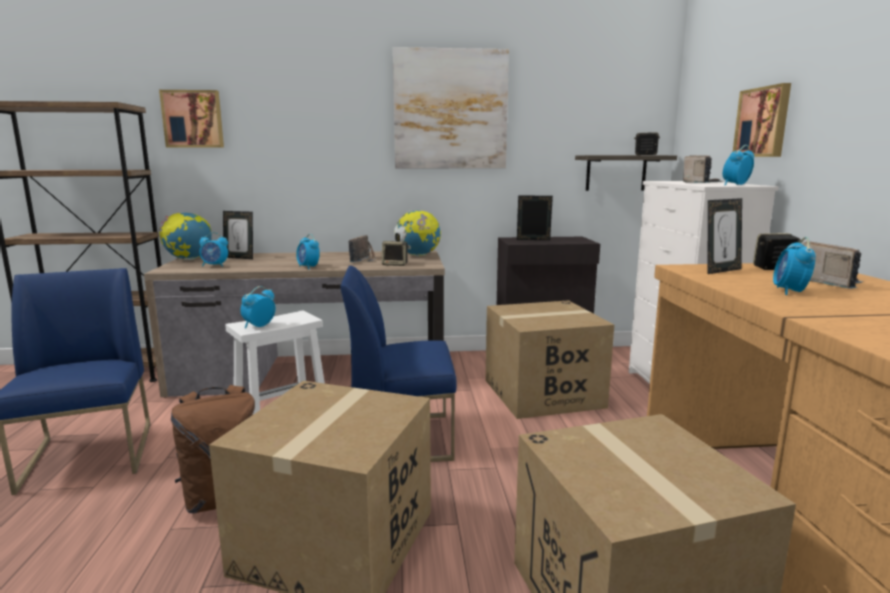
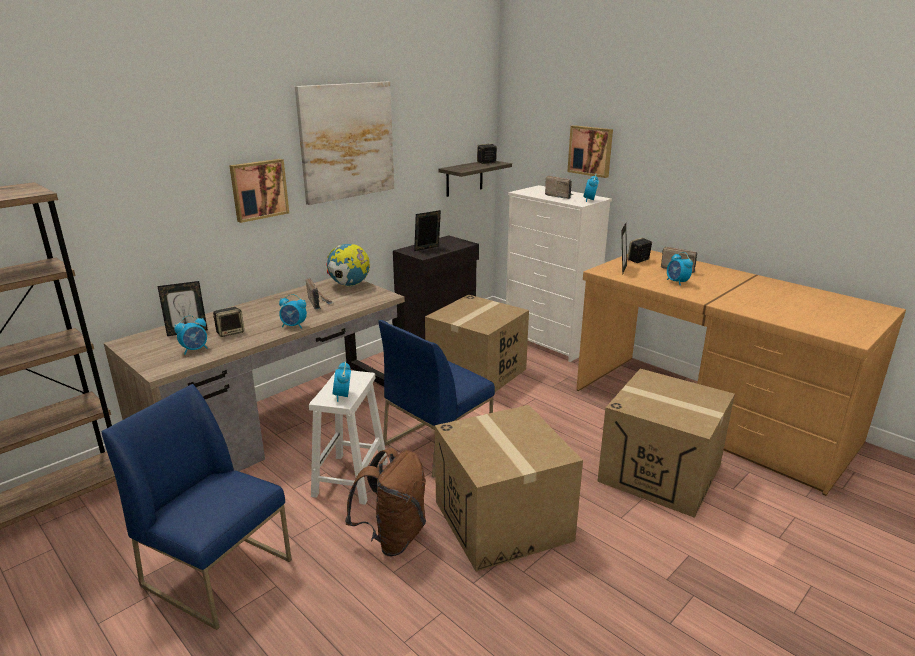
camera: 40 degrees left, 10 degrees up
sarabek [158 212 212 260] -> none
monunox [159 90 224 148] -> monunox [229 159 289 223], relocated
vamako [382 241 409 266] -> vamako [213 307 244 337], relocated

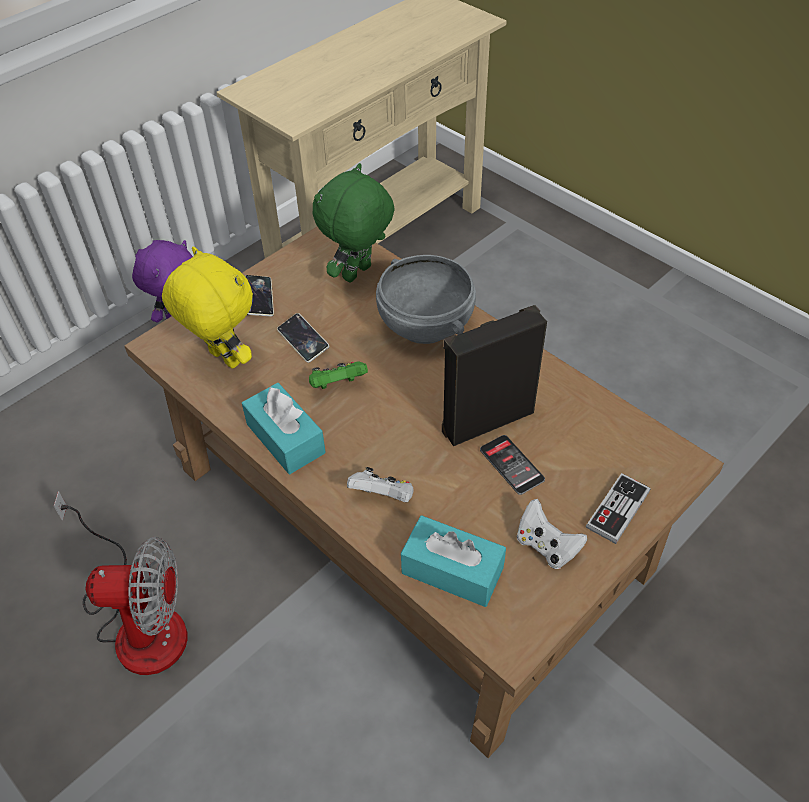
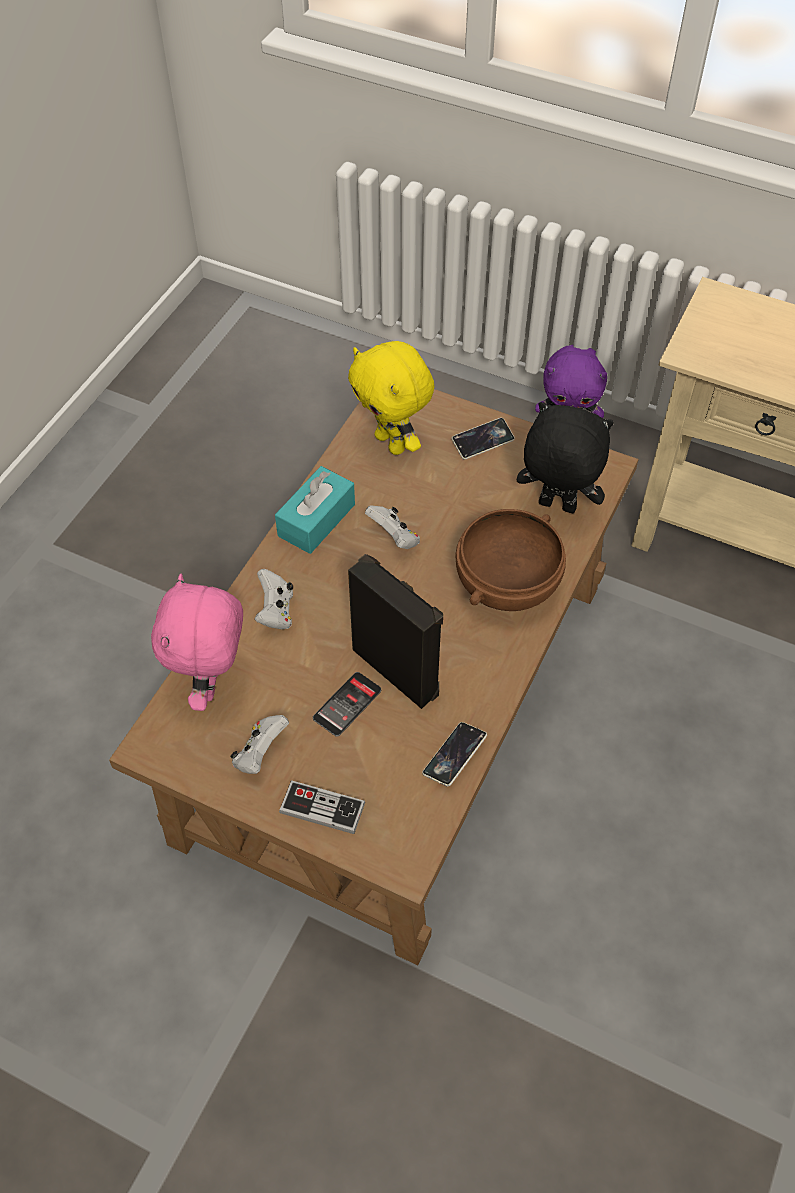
camera: 70 degrees right, 5 degrees up
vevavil [54 491 188 675] -> none
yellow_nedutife [162 246 253 369] -> yellow_nedutife [348 341 435 455], 120 degrees clockwise
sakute [277 313 329 363] -> sakute [422 722 487 787], relocated
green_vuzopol [309 361 368 389] -> white_vuzopol [365 505 420 549]
green_nedutife [312 163 395 283] -> black_nedutife [517 402 614 513]
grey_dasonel [376 255 476 344] -> brown_dasonel [455 509 566 611]
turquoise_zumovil [401 515 506 607] -> pink_nedutife [151 574 243 711]

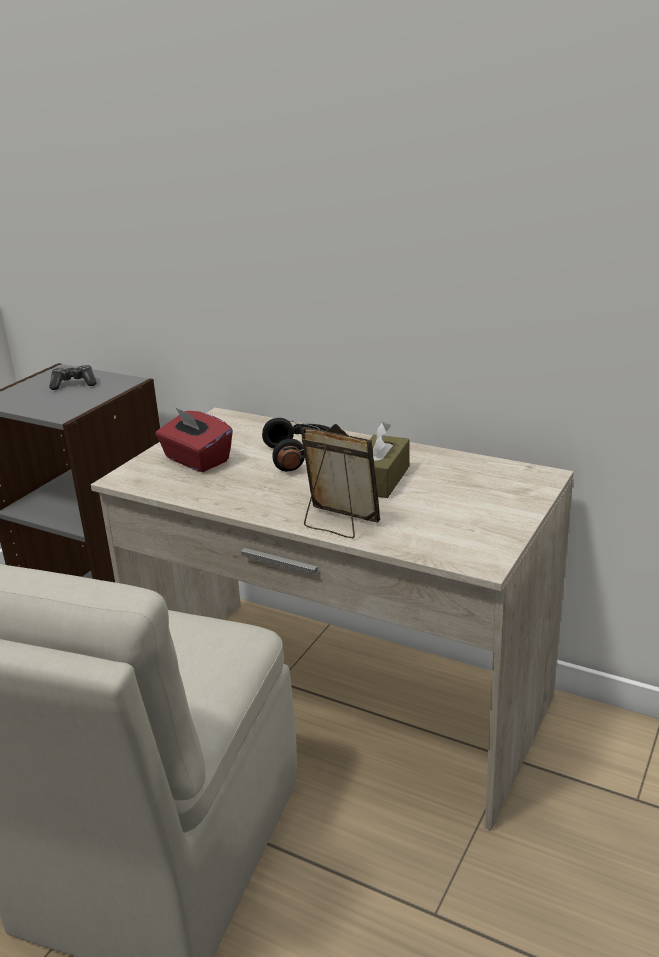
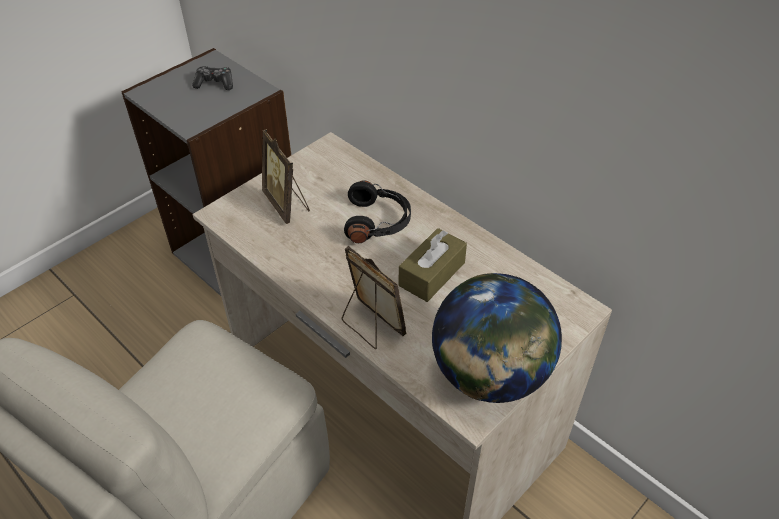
camera: 15 degrees right, 20 degrees up
red_zumovil [155 407 233 472] -> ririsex [262 129 310 224]
none -> sarabek [432 273 562 403]

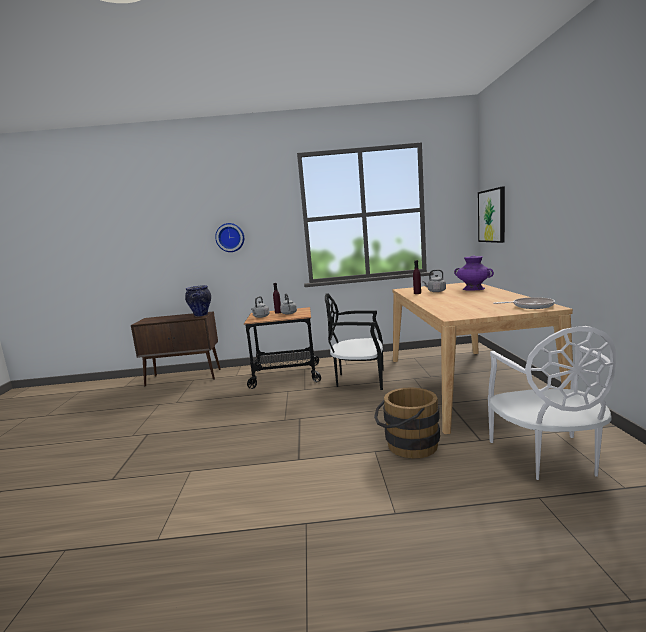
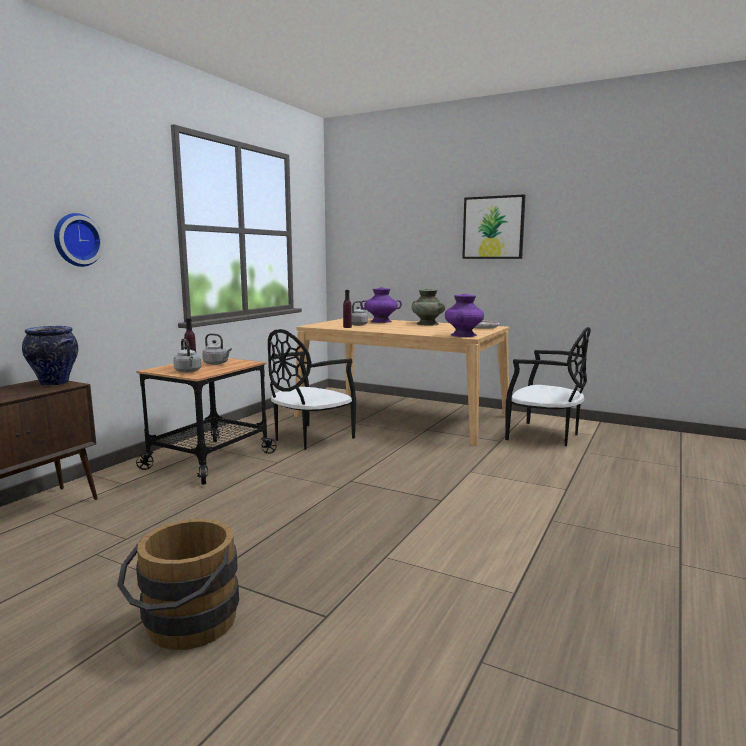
camera: 60 degrees left, 0 degrees up
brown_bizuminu [374 387 440 459] -> brown_bizuminu [117 519 239 650], relocated
monunox [478 186 505 243] -> monunox [462 194 526 259], relocated
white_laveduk [488 326 616 480] -> black_laveduk [505 327 591 446]
none -> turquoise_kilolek [412 288 445 326]
none -> purple_kilolek [445 294 484 337]

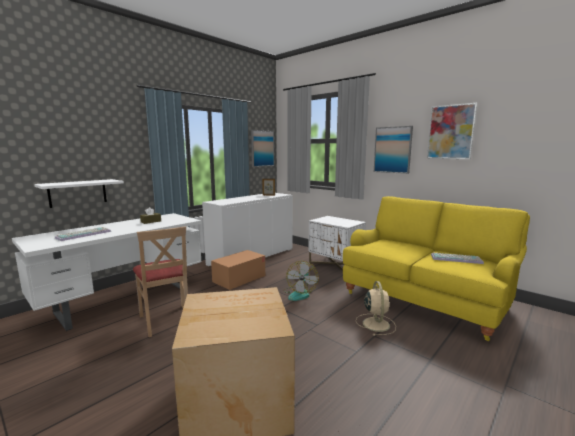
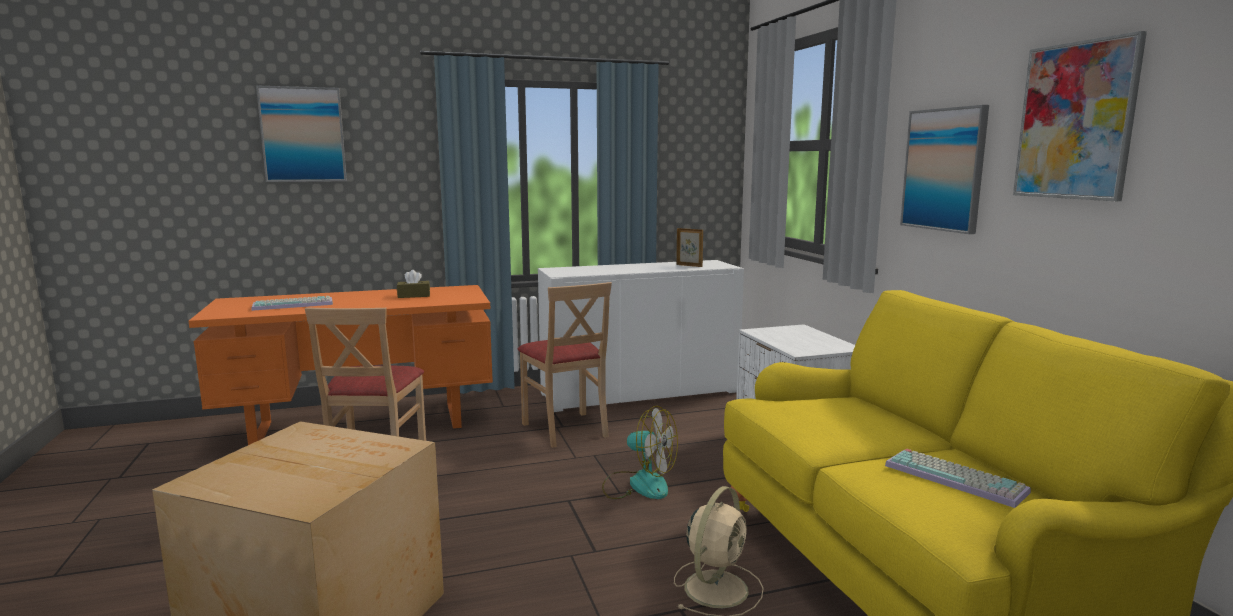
camera: 30 degrees right, 0 degrees up
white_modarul [12 213 202 331] -> orange_modarul [189 285 493 445]
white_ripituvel [34 179 124 208] -> none
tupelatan [211 250 265 290] -> beige_laveduk [517 282 612 448]
monunox [251 130 274 167] -> monunox [256 85 347 182], relocated
vevavil [283 261 319 301] -> vevavil [602 406 678 499], 105 degrees counterclockwise

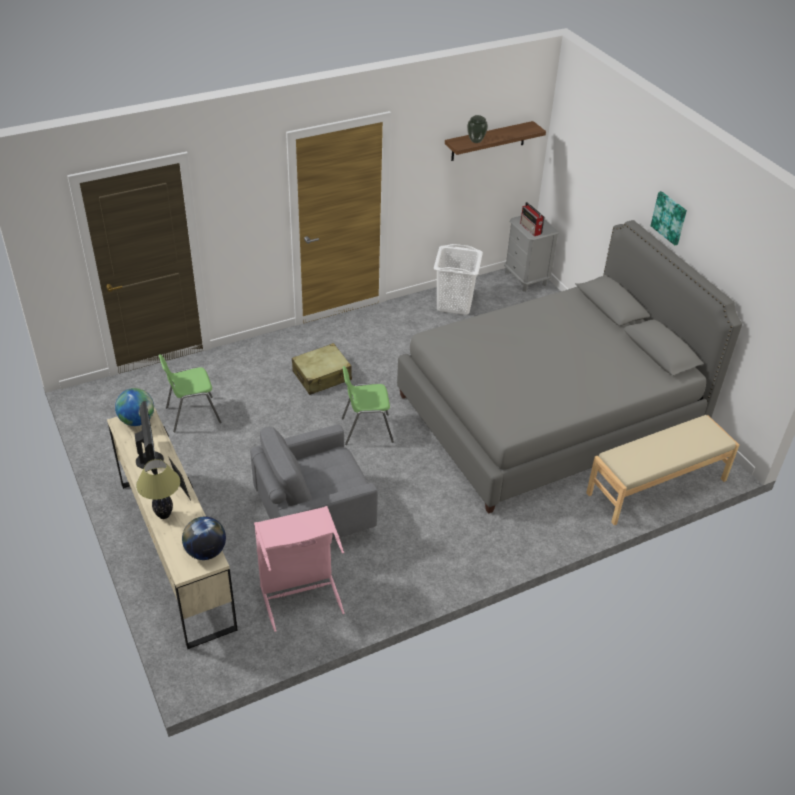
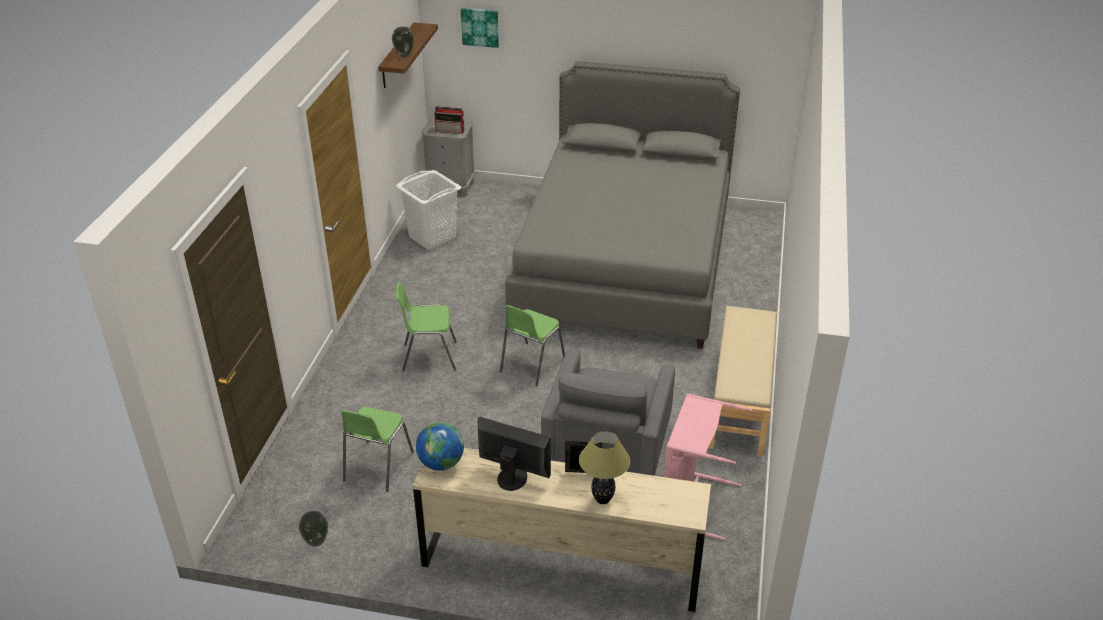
camera: 50 degrees left, 5 degrees down
sarabek [182 516 226 560] -> none
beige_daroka [292 343 352 395] -> green_laveduk [396 282 457 372]
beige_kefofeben [586 415 739 525] -> beige_kefofeben [708 306 777 456], relocated
monunox [651 191 687 245] -> monunox [461 8 499 48], relocated
none -> kilolek [299 511 328 547]

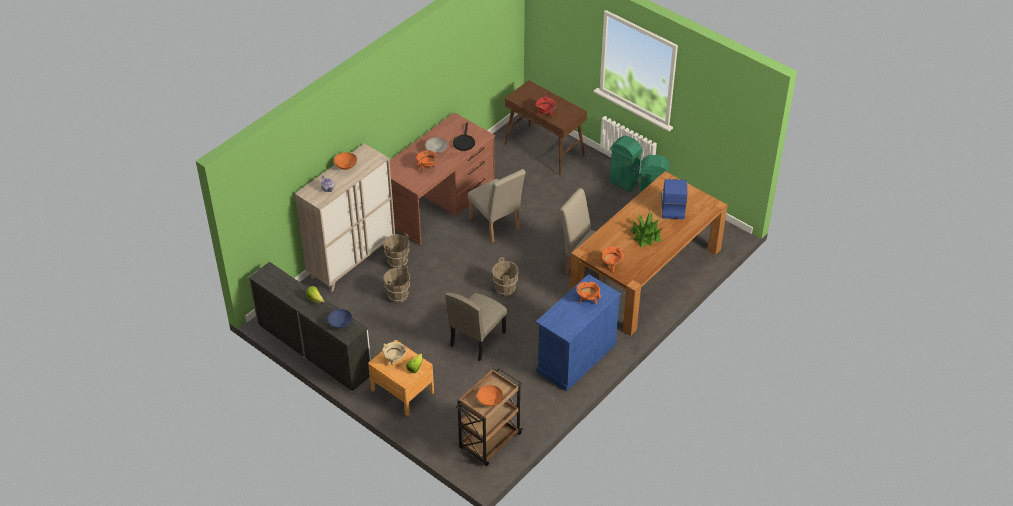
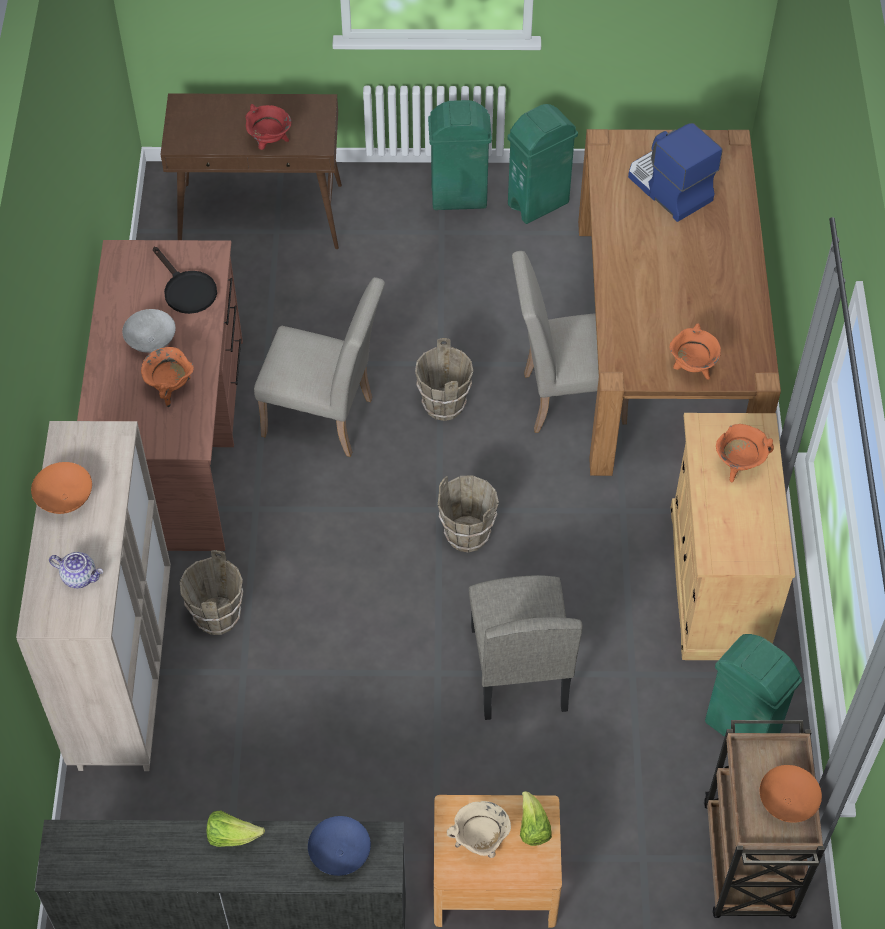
camera: 40 degrees left, 10 degrees up
brown_bizuminu [383 265 410 303] -> brown_bizuminu [415 338 473 421], relocated
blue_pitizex [536 274 621 392] -> beige_pitizex [671 413 795 660]
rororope [631 211 662 247] -> none
none -> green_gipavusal [705 634 802 737]

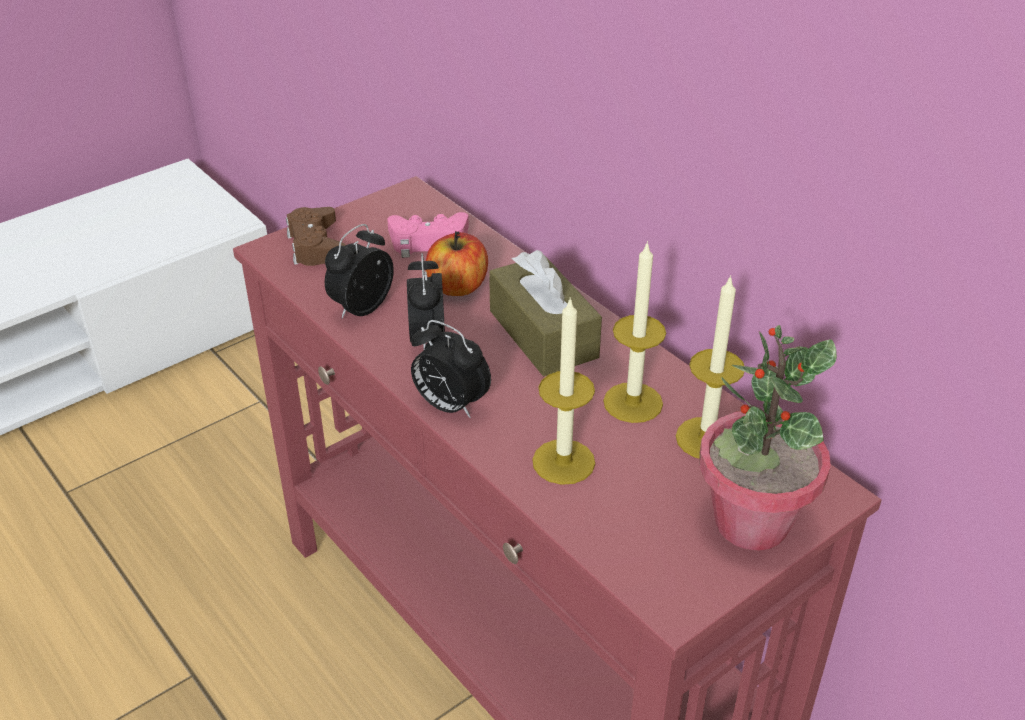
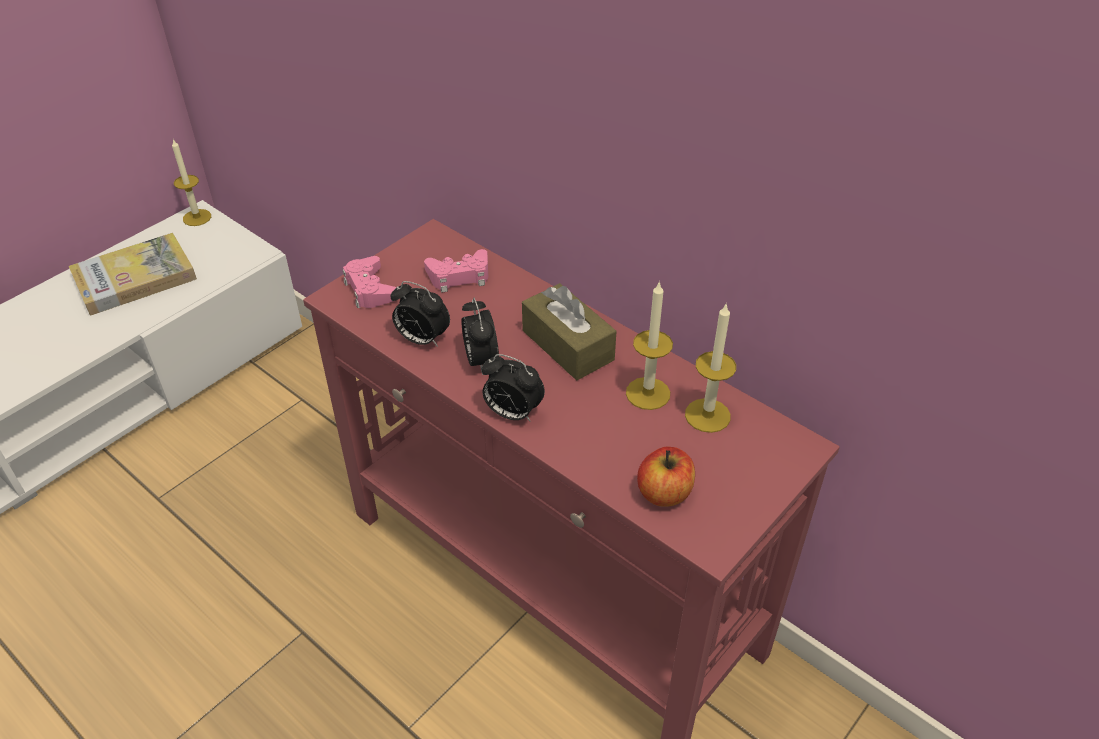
camera: 10 degrees left, 5 degrees up
brown_vuzopol [286 207 345 266] -> pink_vuzopol [343 256 396 308]
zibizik [325 224 394 319] -> zibizik [390 281 450 347], 90 degrees counterclockwise
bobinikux [426 231 488 296] -> bobinikux [637 447 695 507], relocated
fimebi [532 297 595 485] -> fimebi [172 139 211 226], relocated
rororope [699 325 837 551] -> none
none -> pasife [69 233 197 315]

